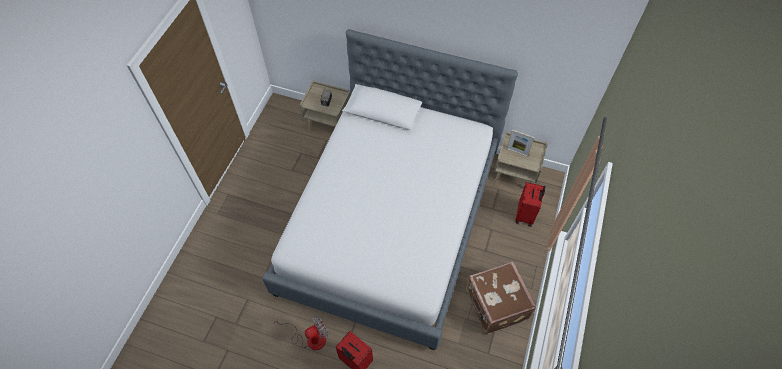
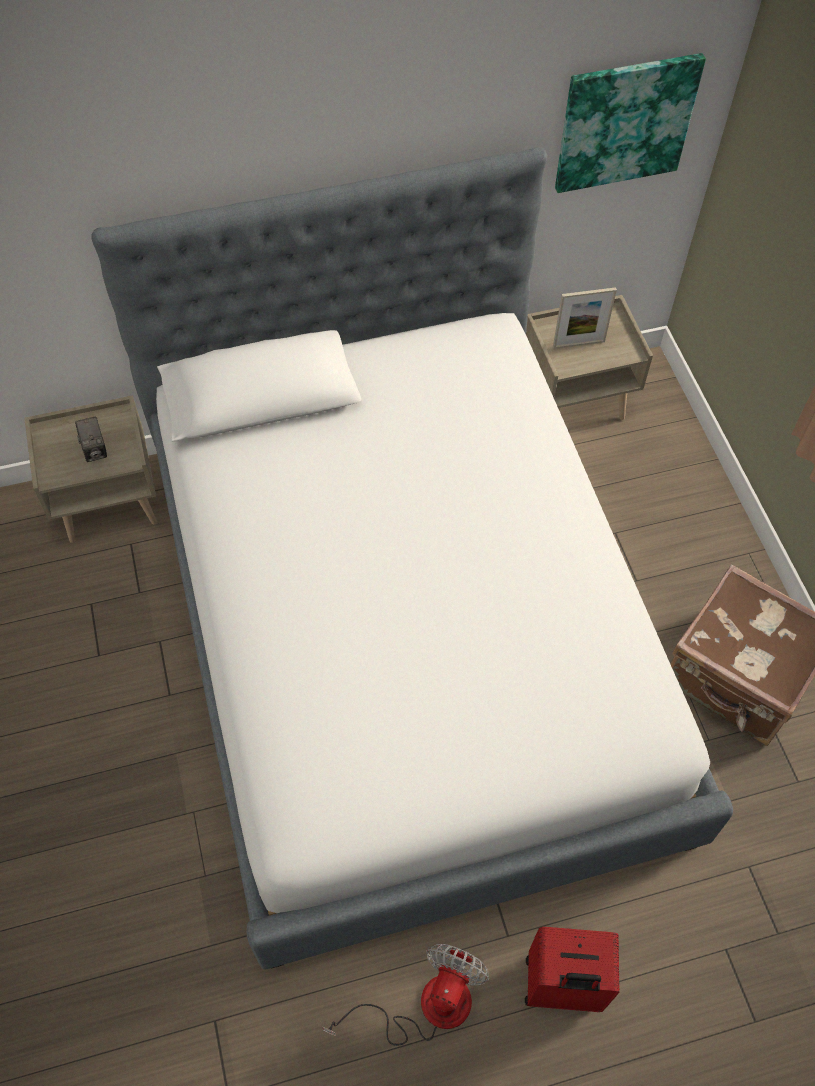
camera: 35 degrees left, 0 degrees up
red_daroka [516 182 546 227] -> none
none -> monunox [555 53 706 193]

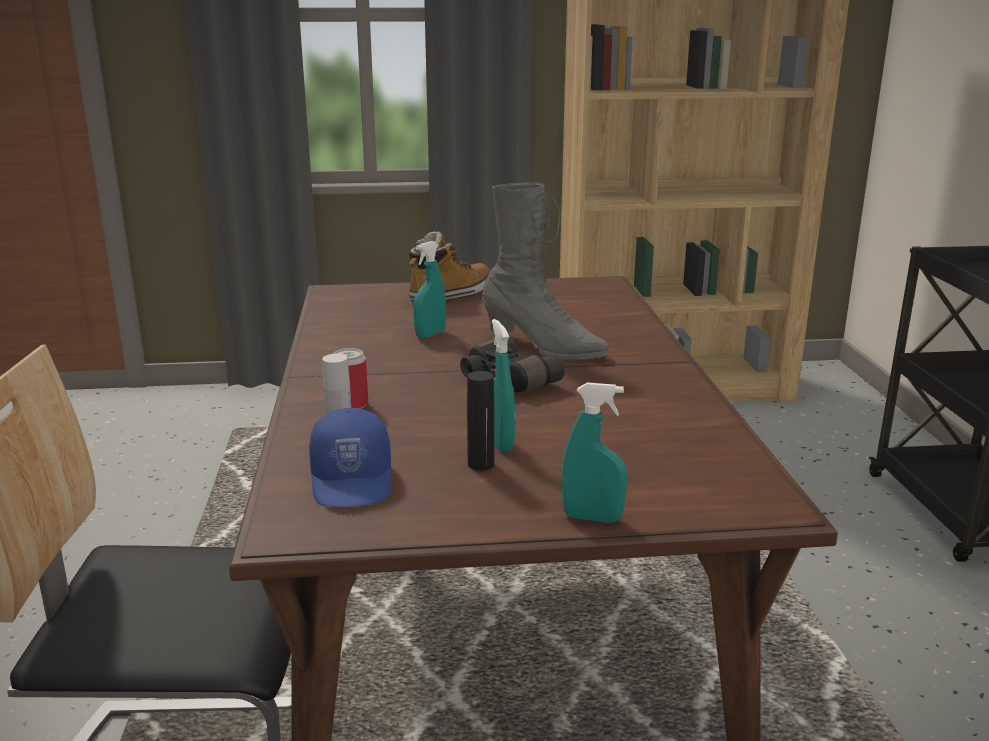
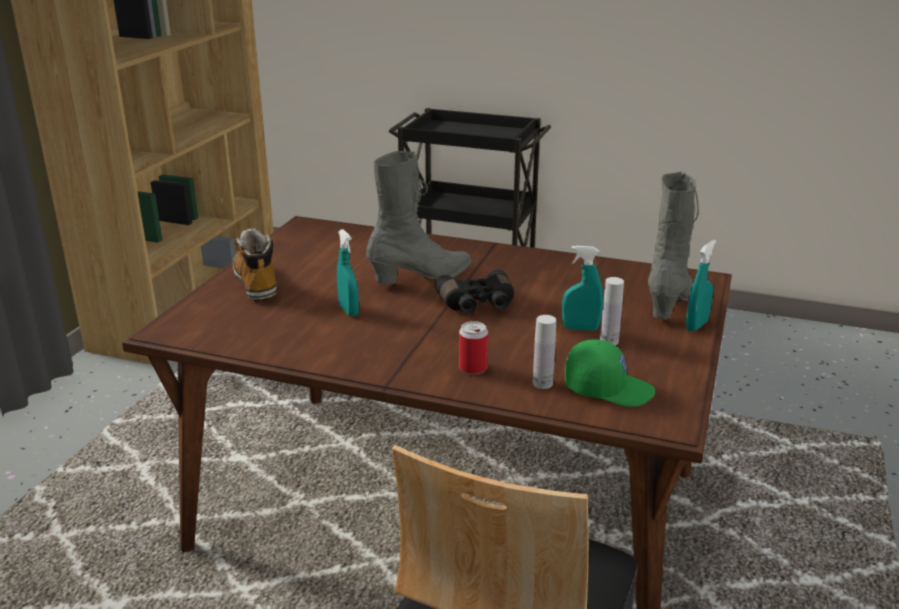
camera: 65 degrees left, 5 degrees up
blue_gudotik [309 408 391 507] -> green_gudotik [565 339 655 407]
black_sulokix [467 371 494 471] -> white_sulokix [600 277 624 345]
none -> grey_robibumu [648 171 699 320]

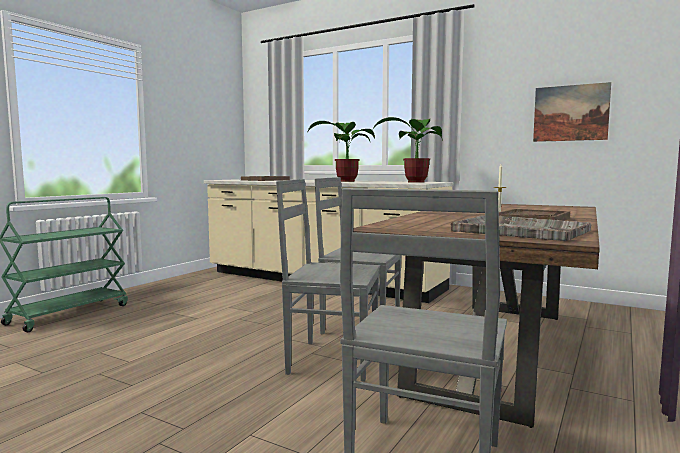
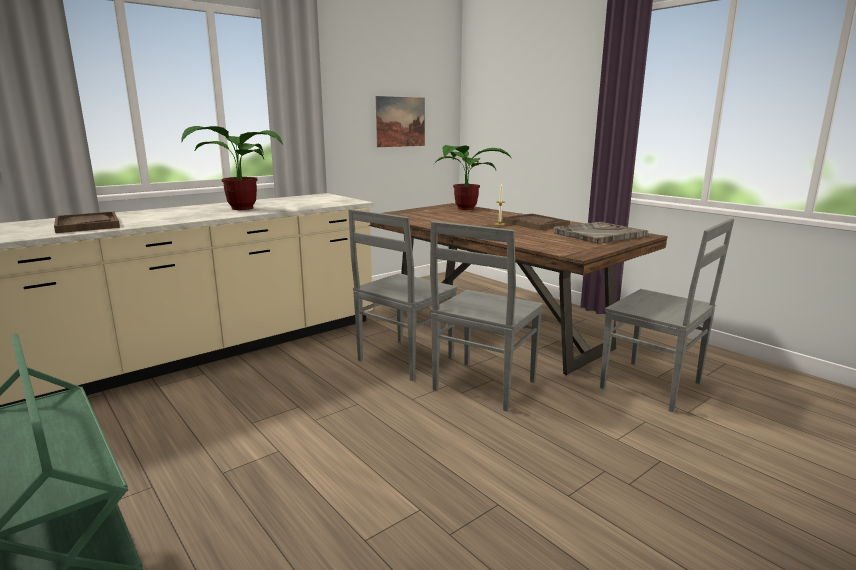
camera: 70 degrees left, 10 degrees up
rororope [372 117 443 183] -> rororope [434 145 512 210], relocated

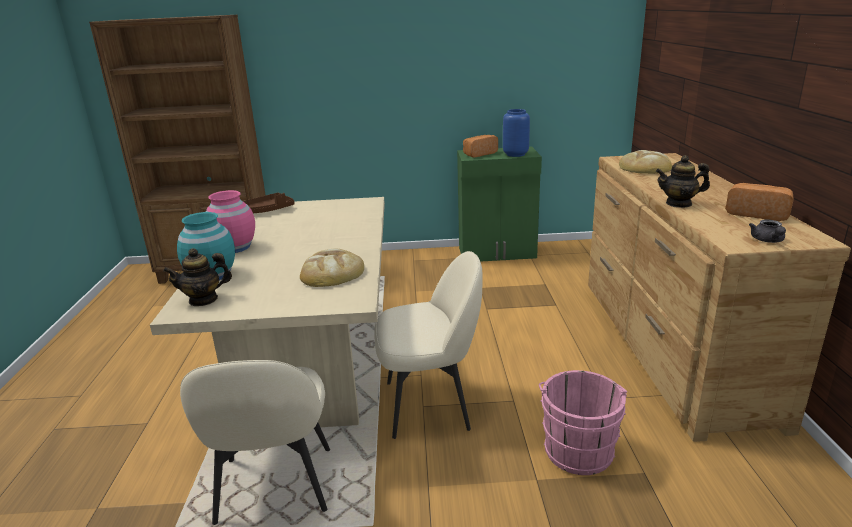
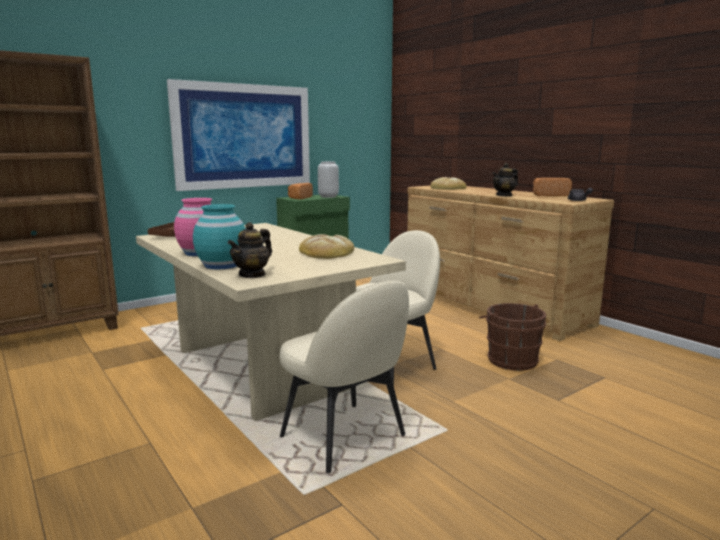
camera: 35 degrees left, 10 degrees down
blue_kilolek [503 109 530 157] -> grey_kilolek [318 161 339 198]
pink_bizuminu [539 370 627 475] -> brown_bizuminu [479 303 547 371]
none -> monunox [167 79 310 191]

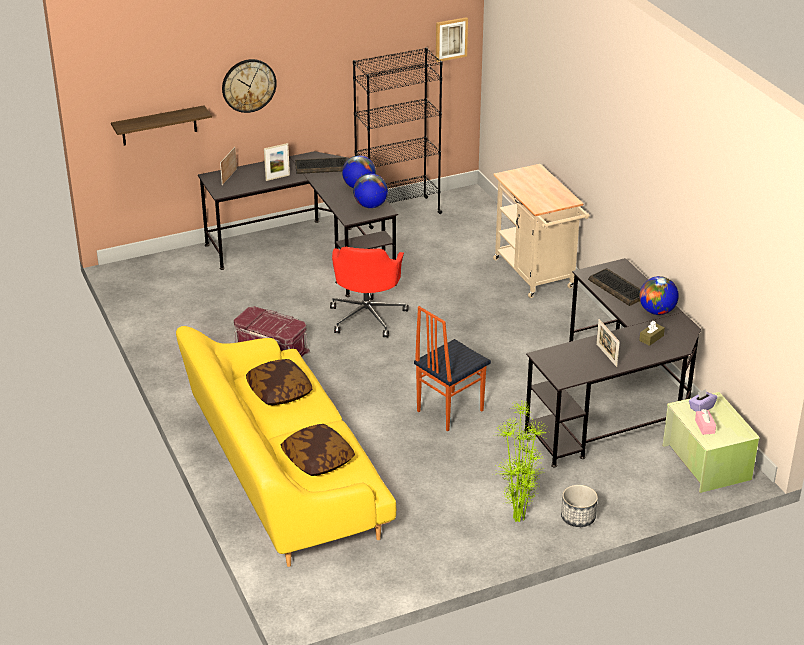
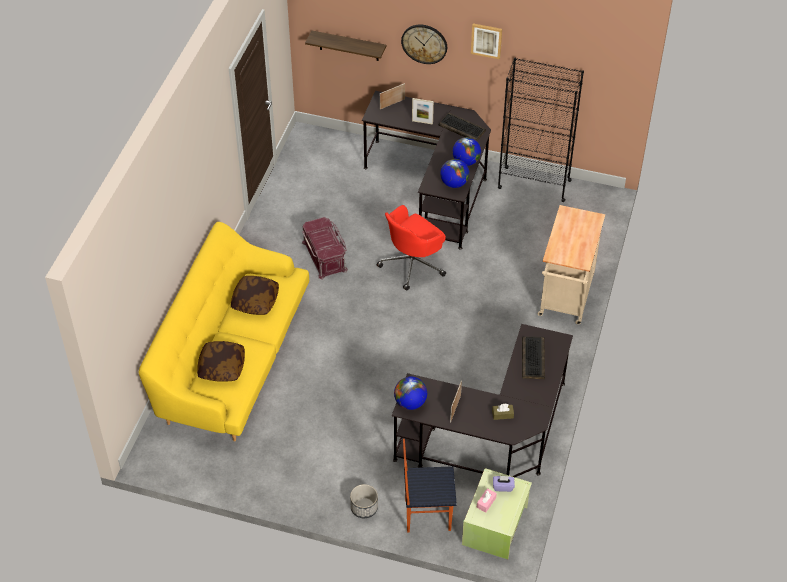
camera: 40 degrees right, 15 degrees up
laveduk [414 306 491 431] -> laveduk [403 439 457 533], relocated
monunox [436 17 468 62] -> monunox [471 23 502 59], relocated
rororope [492 401 546 522] -> none
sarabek [639 276 679 315] -> sarabek [394 376 427 410], relocated

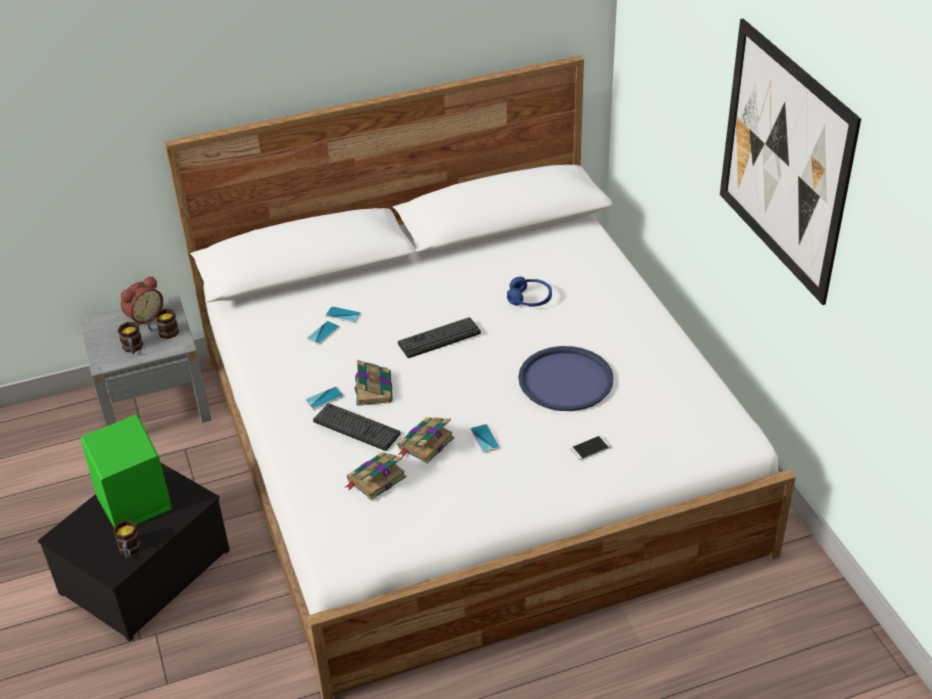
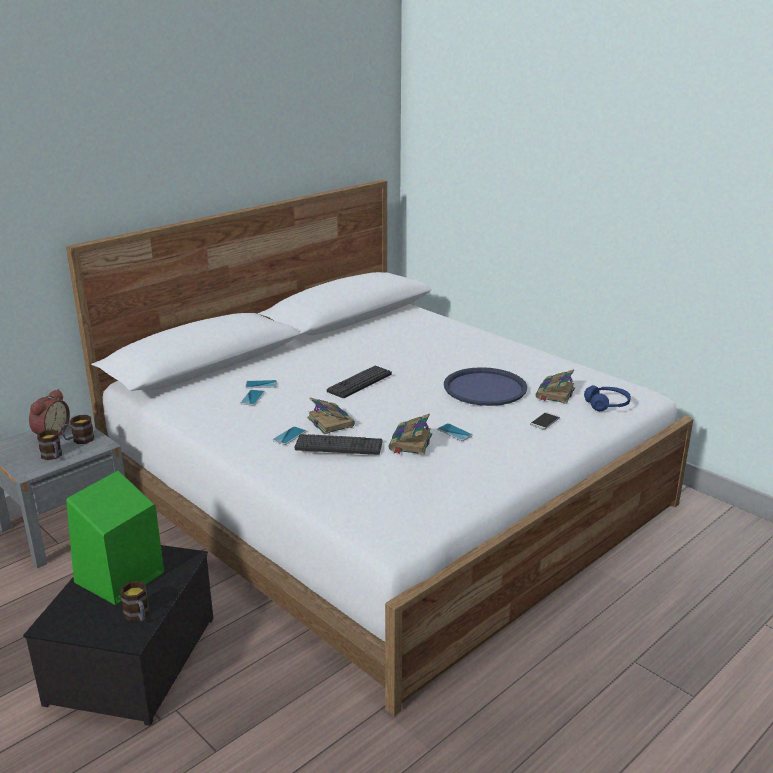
camera: 25 degrees left, 15 degrees down
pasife [344 452 406 501] -> pasife [536 369 575 404], relocated
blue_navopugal [507 277 552 307] -> blue_navopugal [584 385 631 411], relocated
monunox [720 19 861 305] -> none

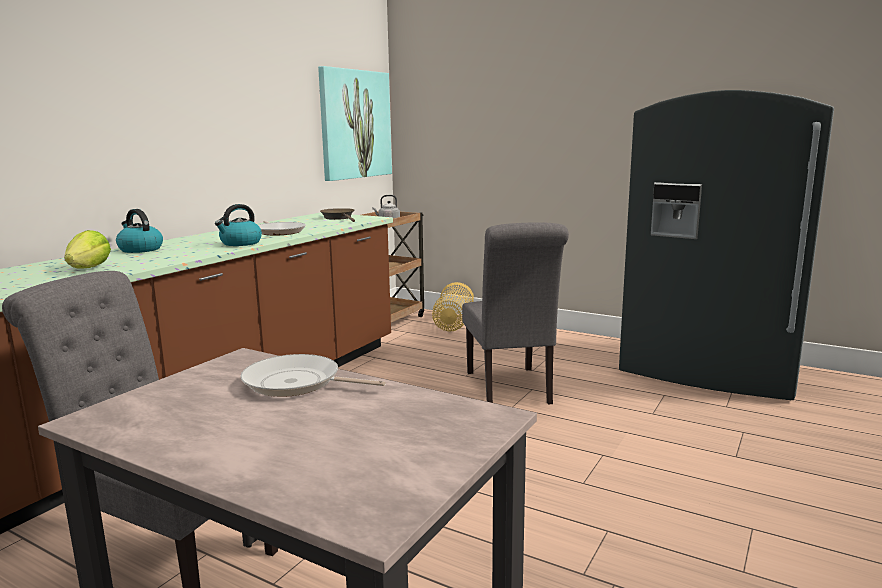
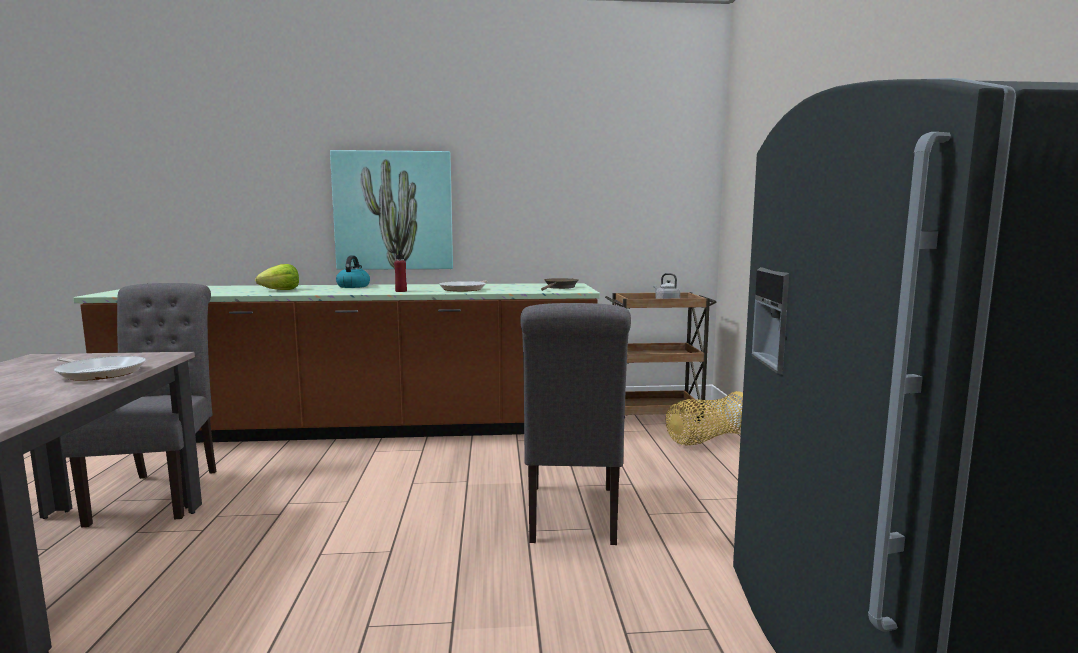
camera: 55 degrees right, 5 degrees down
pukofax [215 204 262 246] -> red_sulokix [394 249 407 292]
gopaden [240 354 386 397] -> gopaden [54 356 146 381], 135 degrees clockwise
monunox [318 66 392 181] -> monunox [330 150 453 270], relocated
grey_laveduk [462 222 569 405] -> grey_laveduk [520 303 631 545], 45 degrees counterclockwise

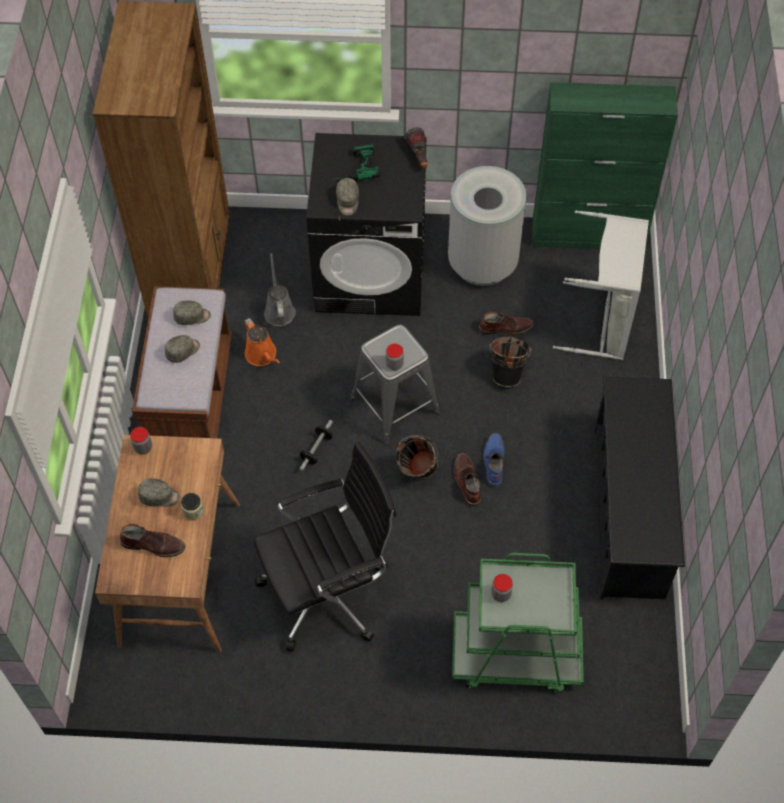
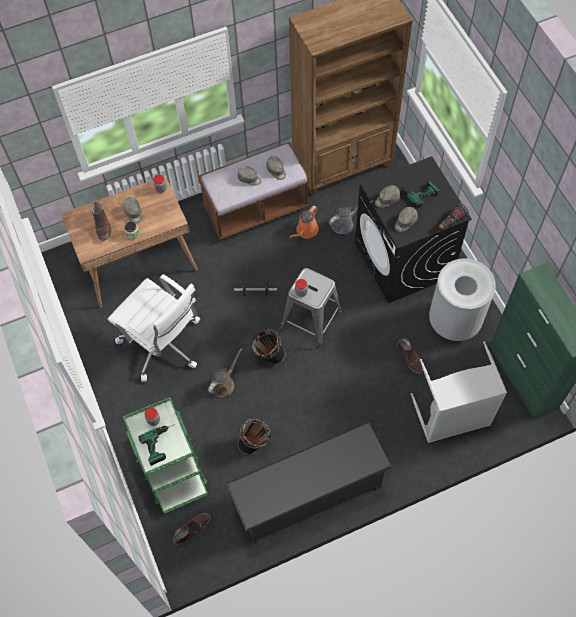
camera: 65 degrees right, 5 degrees up
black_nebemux [254 442 396 652] -> white_nebemux [108 274 200 382]
brown_robibumu [454 453 481 507] -> brown_robibumu [173 513 211 546], relocated
blue_robibumu [483 433 504 487] -> none
black_bizuminu [490 337 531 387] -> black_bizuminu [238 418 271 454], relocated
none -> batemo [138 424 175 466]
none -> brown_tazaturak [208 348 242 397]
none -> grey_gudotik [395 207 418 232]

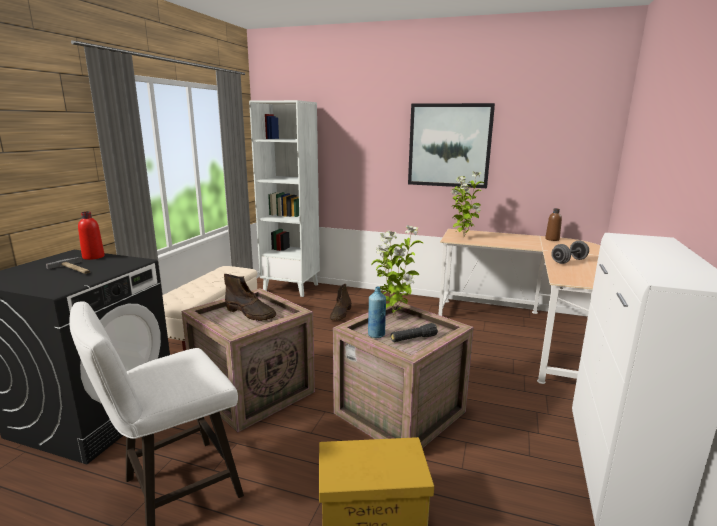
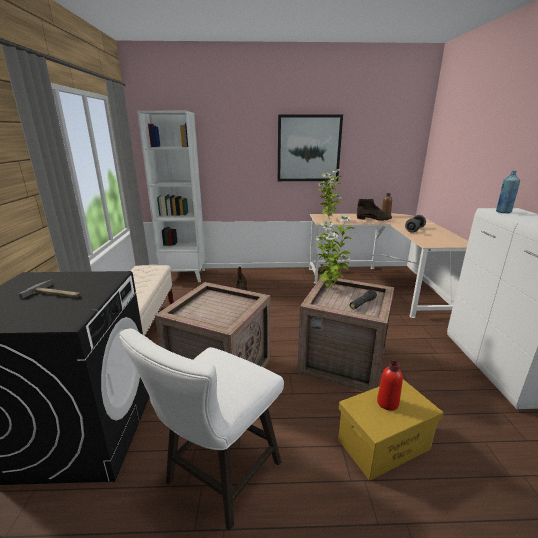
camera: 20 degrees left, 5 degrees up
red_sulokix [78 211 105 260] -> red_sulokix [377 361 403 411], relocated
brown_robibumu [224 274 276 321] -> brown_robibumu [357 199 392 221], relocated
blue_sulokix [368 287 386 338] -> blue_sulokix [496 171 520 213], relocated

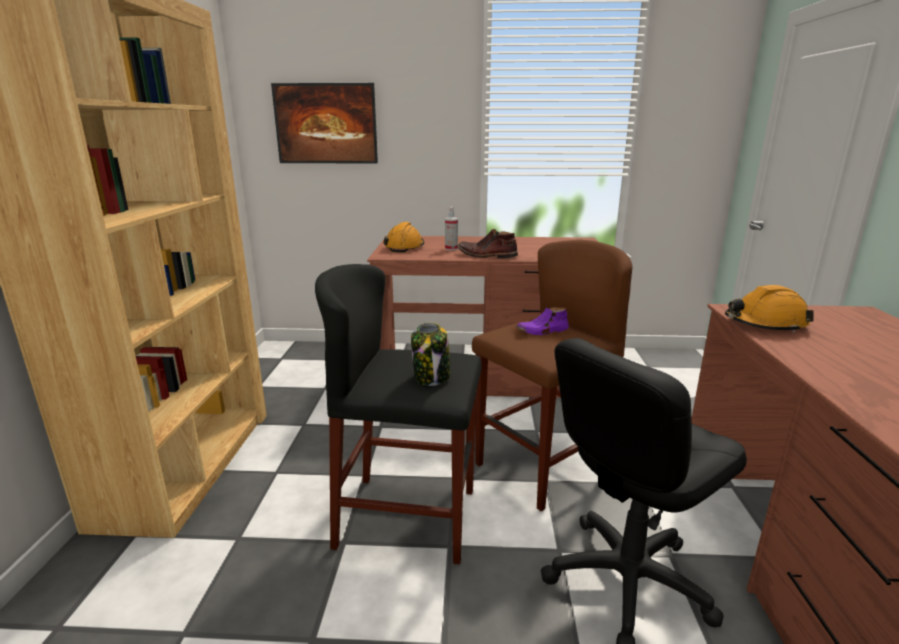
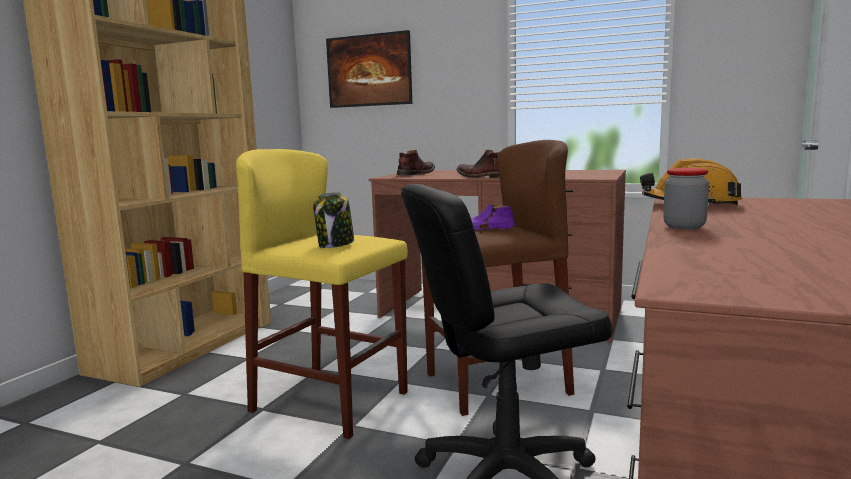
camera: 20 degrees right, 10 degrees down
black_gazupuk [315 264 482 564] -> yellow_gazupuk [236 149 408 439]
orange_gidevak [383 222 424 252] -> brown_robibumu [397 150 435 176]
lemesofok [445 207 458 251] -> none
none -> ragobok [663 168 709 230]

